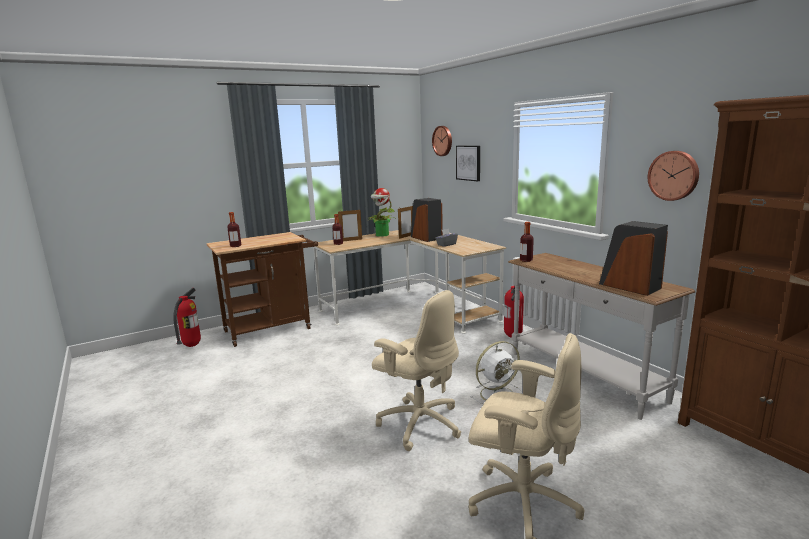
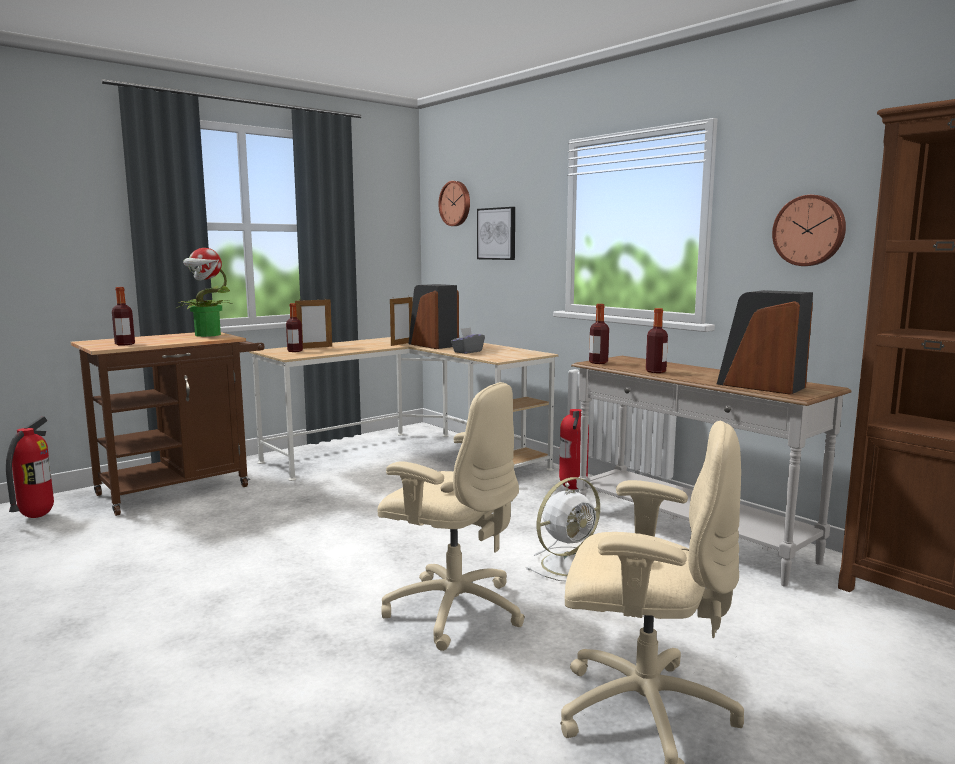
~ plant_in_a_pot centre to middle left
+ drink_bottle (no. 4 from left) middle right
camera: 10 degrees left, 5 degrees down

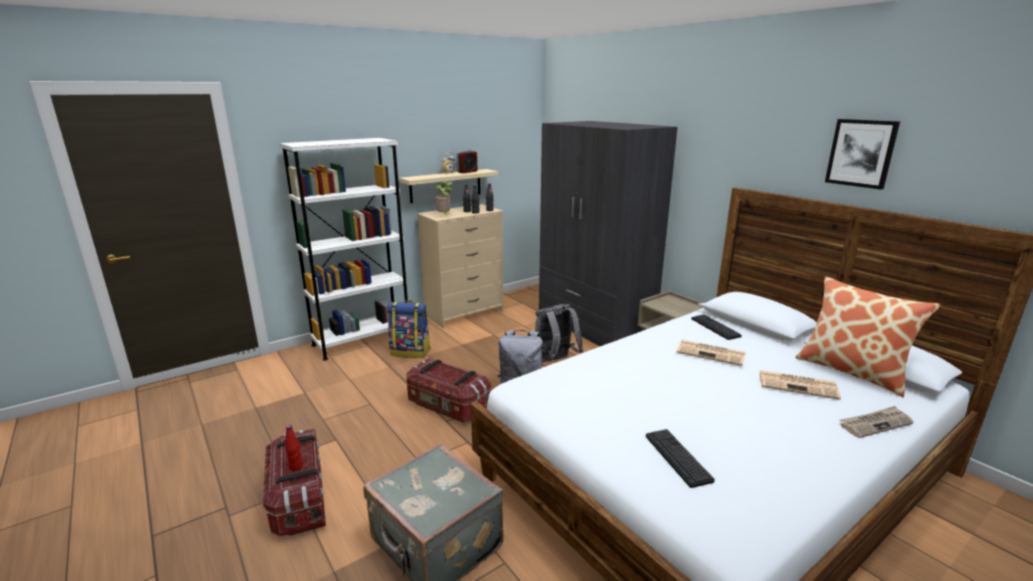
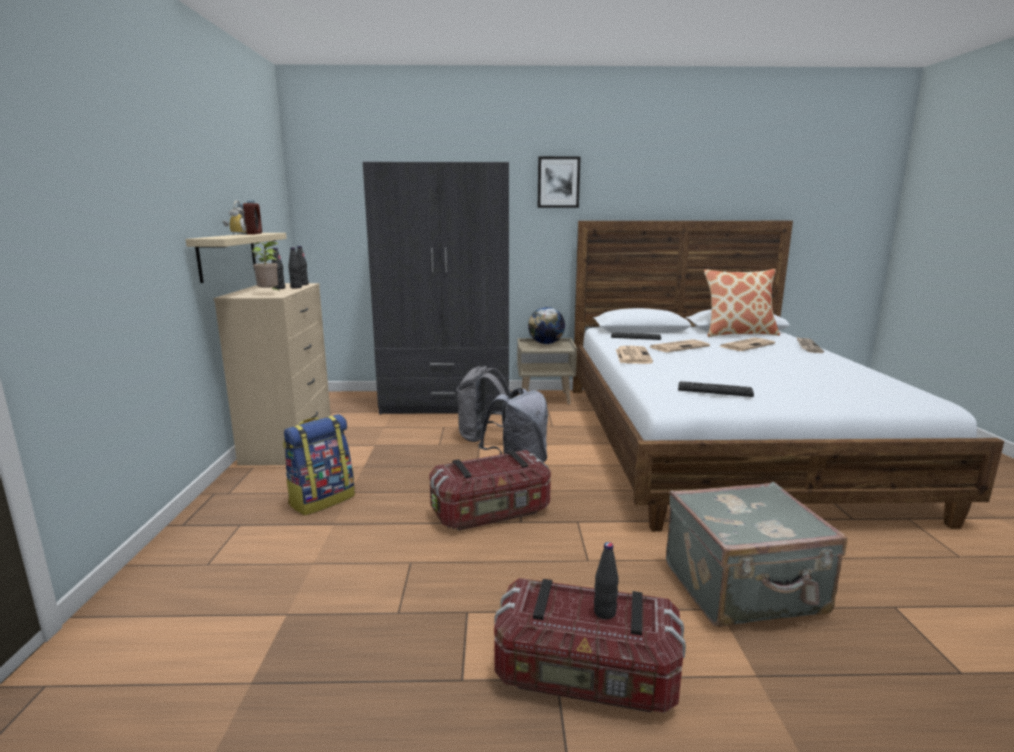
+ world_globe centre
~ wall_art top right to top centre
~ reddish_drink_bottle bottom left to blackish_drink_bottle (no. 4 from left) bottom centre
+ newspaper (no. 1 from left) centre
~ keyboard (no. 1 from left in the first image) bottom centre to keyboard (no. 2 from left) middle right
- white-coloured_bookshelf middle left
camera: 55 degrees left, 5 degrees down

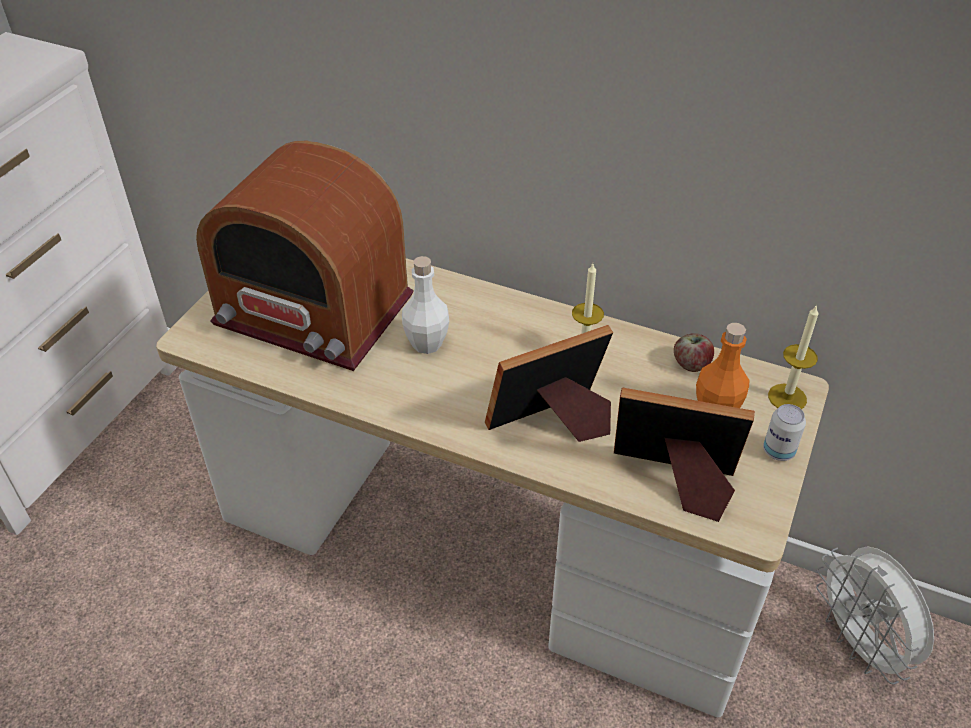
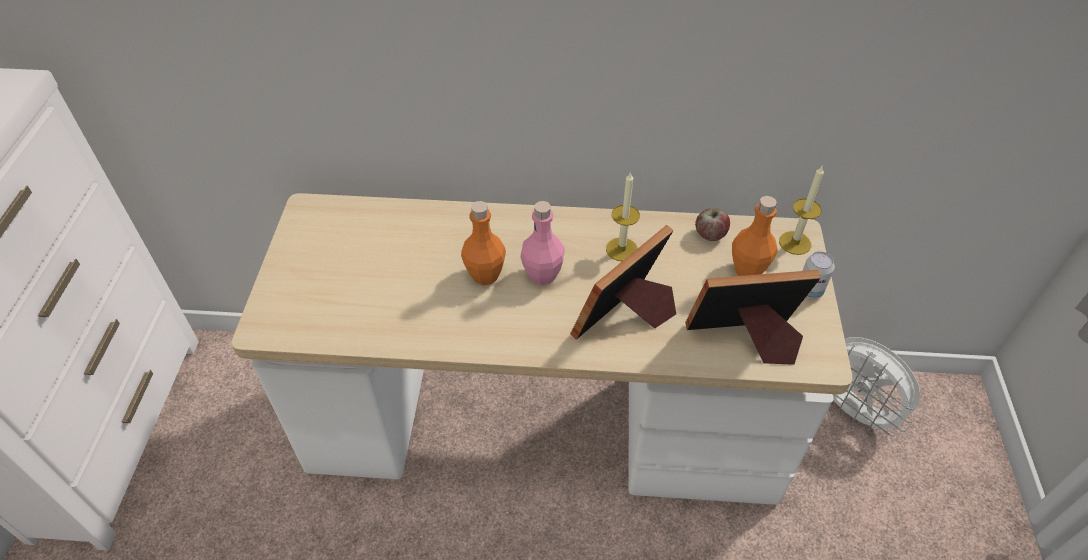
~ white-coloured_drink_bottle centre to orange_drink_bottle (no. 1 from left) centre
+ pink-coloured_drink_bottle centre
- radio_receiver middle left
camera: 20 degrees left, 5 degrees up

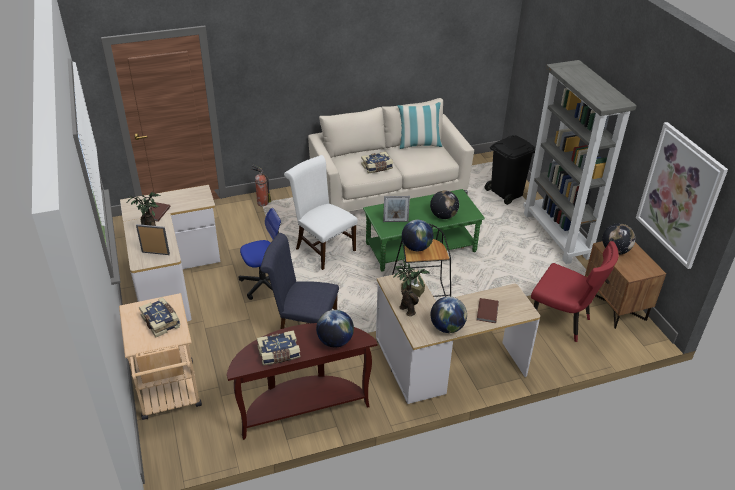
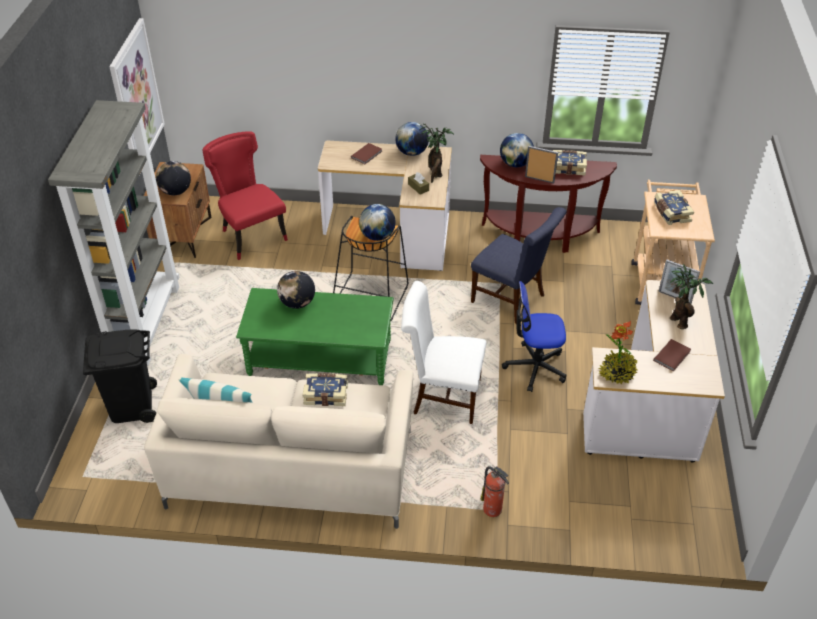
~ white-coloured_plain_chair centre = centre 120 degrees clockwise
~ picture_frame (no. 2 from left in the first image) centre to picture_frame (no. 1 from left) top centre
+ plant_in_a_pot (no. 2 from left) middle right
camera: 155 degrees left, 5 degrees up

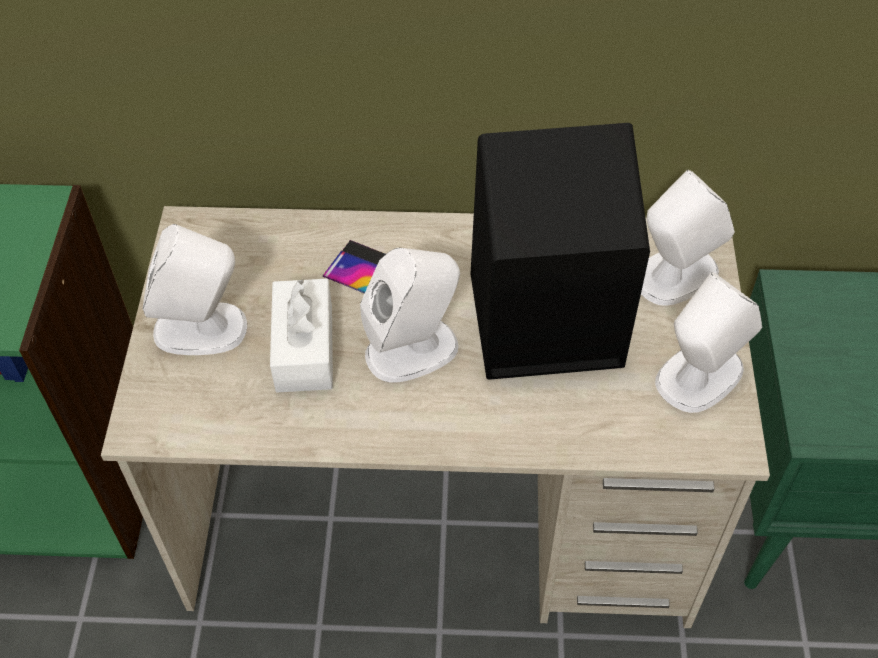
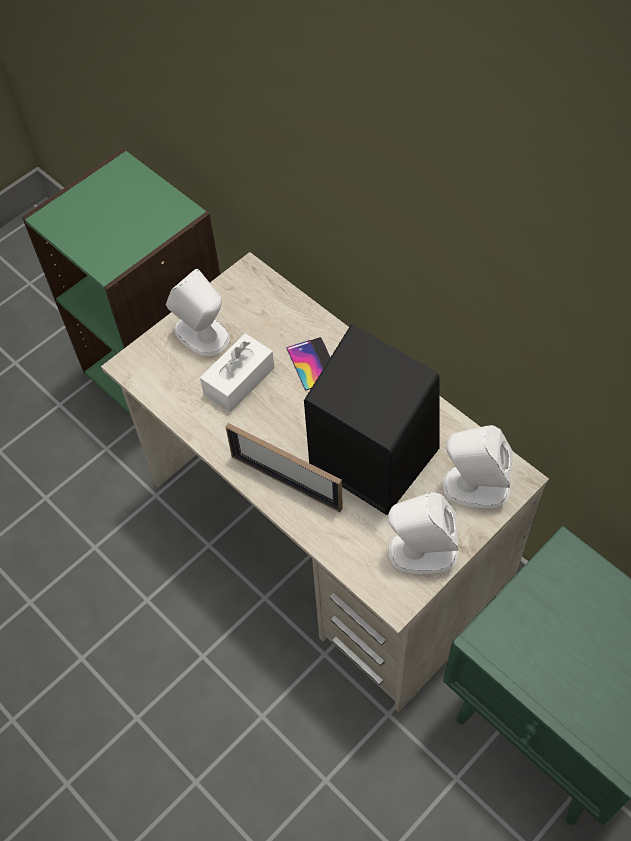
+ picture_frame centre
- white-coloured_speaker (no. 2 from left) centre
camera: 45 degrees right, 5 degrees up

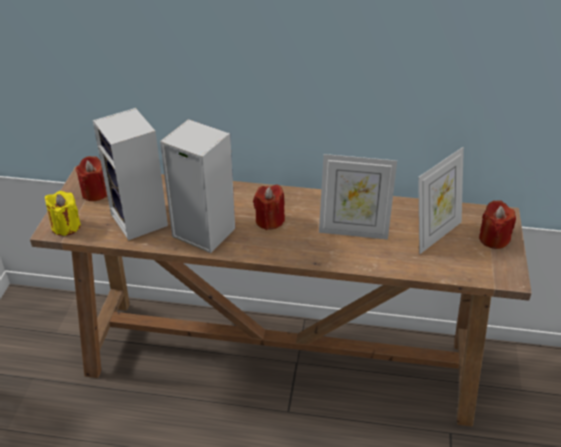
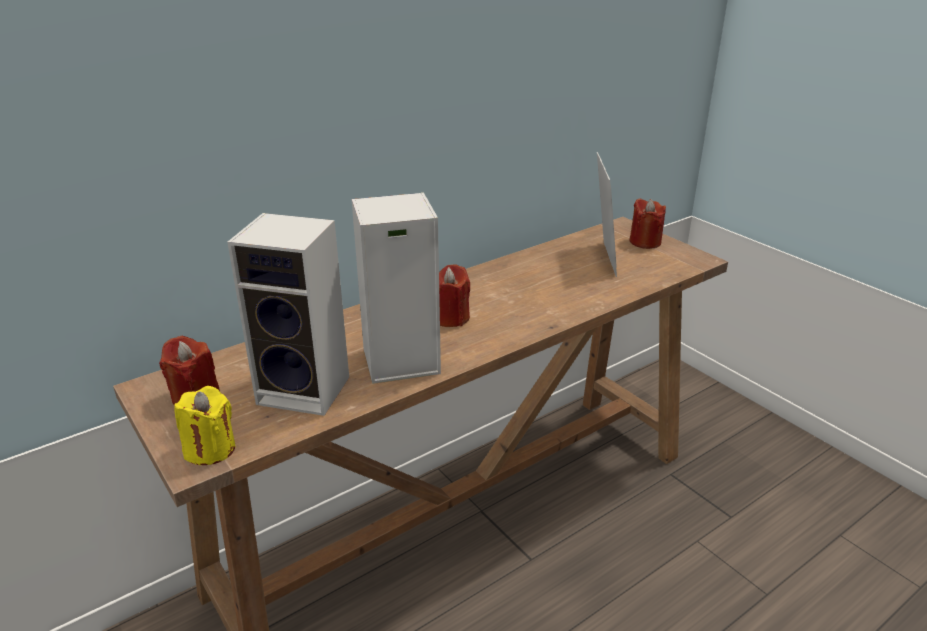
- picture_frame (no. 1 from left) centre
camera: 45 degrees left, 10 degrees down

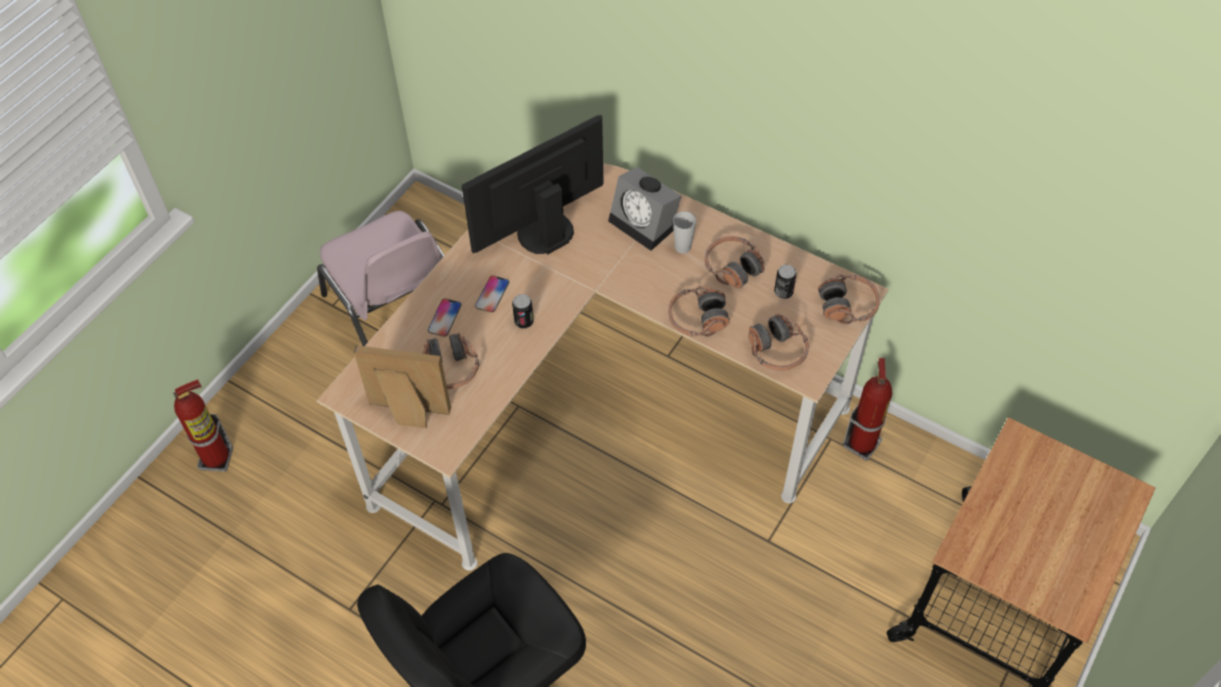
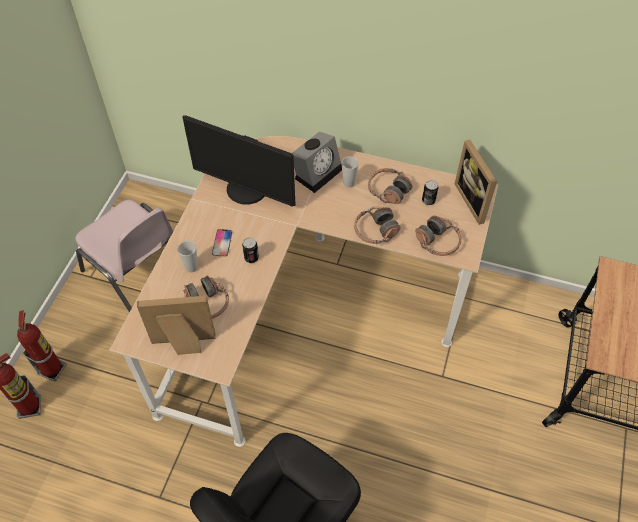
~ fire_extinguisher (no. 2 from left) middle right to middle left
~ handset (no. 1 from left) centre to cup (no. 1 from left) middle left
~ computer_screen top centre = top centre 105 degrees counterclockwise
~ bedside_clock top centre = top centre 75 degrees counterclockwise
~ headphones (no. 5 from left) middle right to picture_frame (no. 2 from left) middle right
camera: 15 degrees left, 0 degrees up

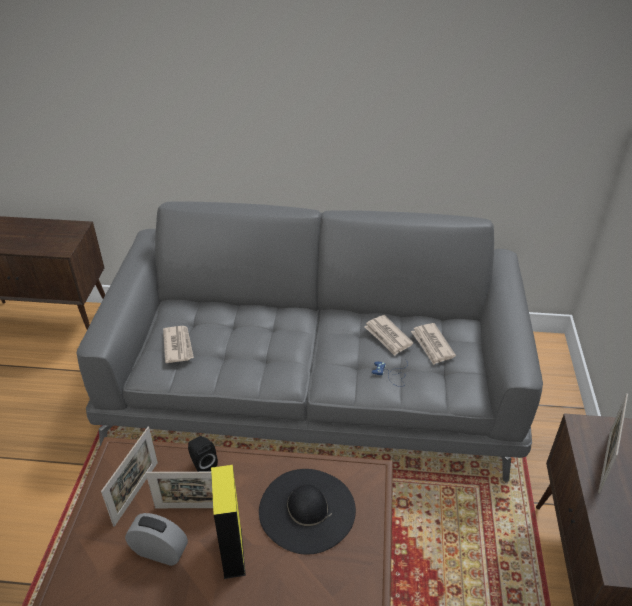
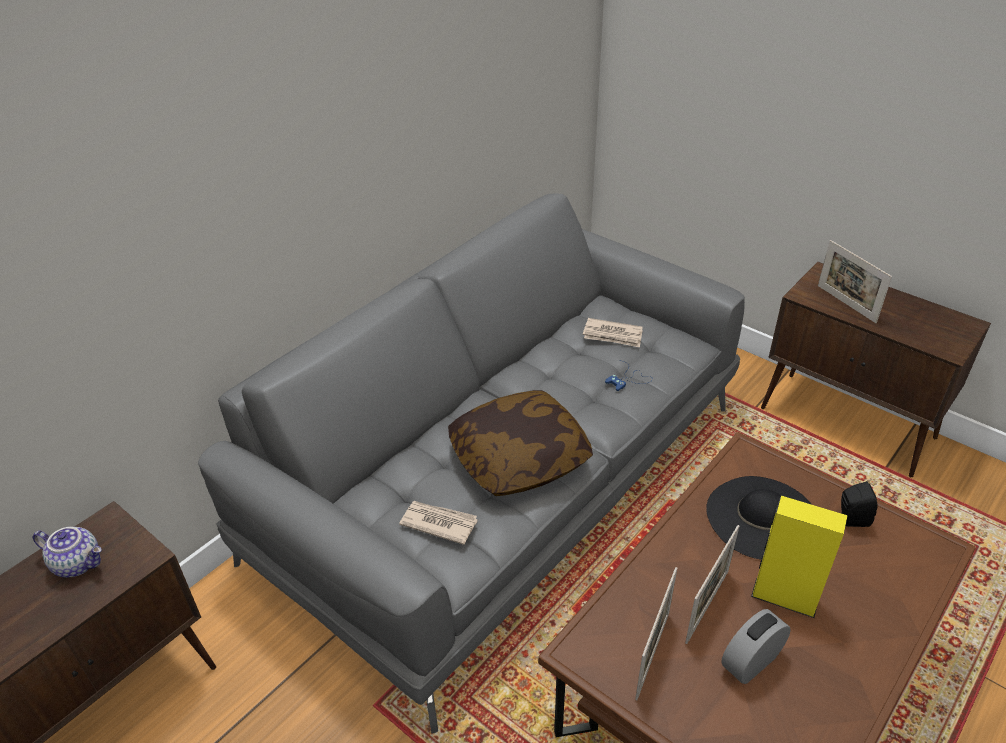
+ tea_pot bottom left
+ pillow centre
~ picture_frame (no. 1 from left) bottom left = bottom centre 60 degrees clockwise
~ blackish_speaker bottom left to bottom right
- newspaper (no. 2 from left) centre
camera: 55 degrees left, 0 degrees up

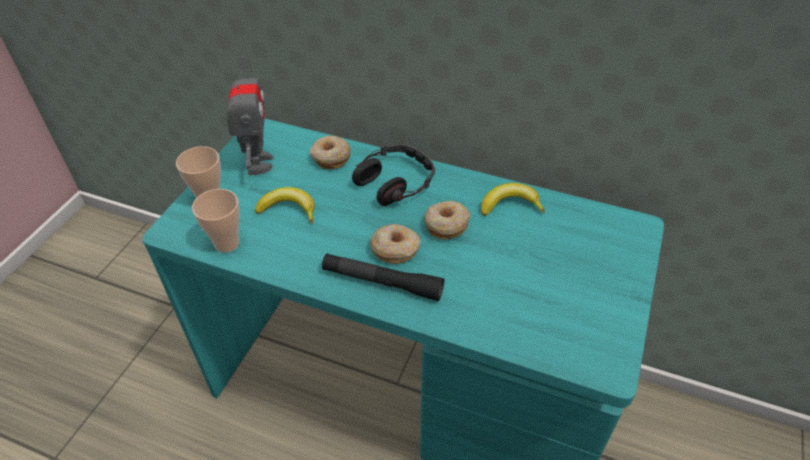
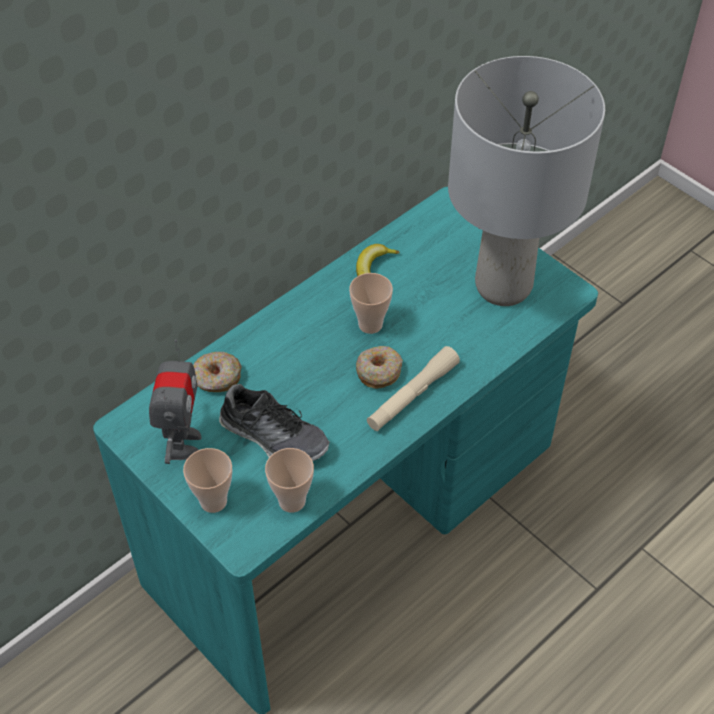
~ model_robot top left = middle left 75 degrees clockwise
~ banana_fruit (no. 1 from left) centre to shoe centre
~ doughnut (no. 3 from left) centre to cup (no. 3 from left) centre
~ blackish_flashlight centre to beige-coloured_flashlight centre
+ grey_tabletop_lamp top right
- headphones centre
camera: 65 degrees left, 5 degrees up

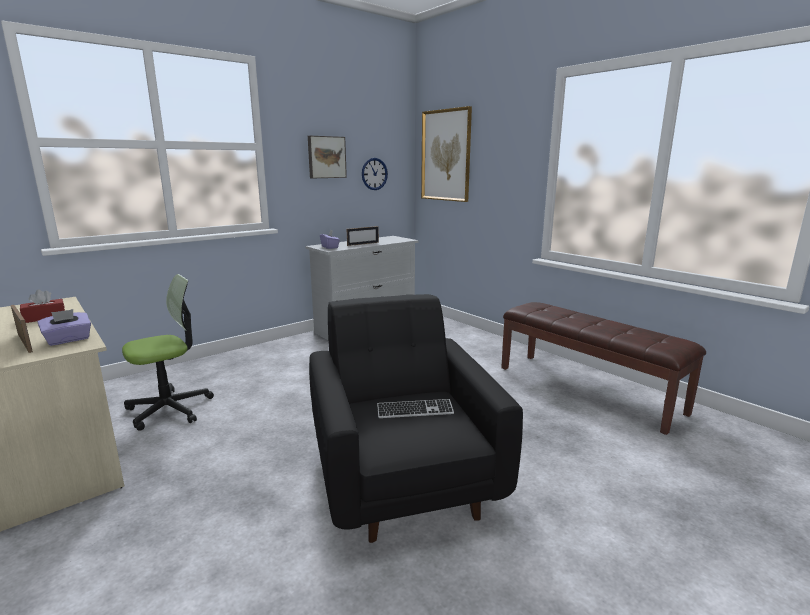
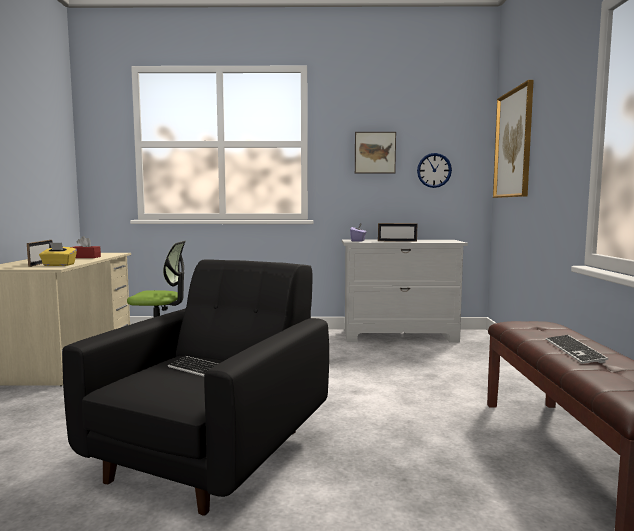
~ purple-coloured_box_of_tissues (no. 1 from left) middle left to yellowish_box_of_tissues middle left
+ keyboard (no. 2 from left) middle right
camera: 40 degrees right, 10 degrees down

